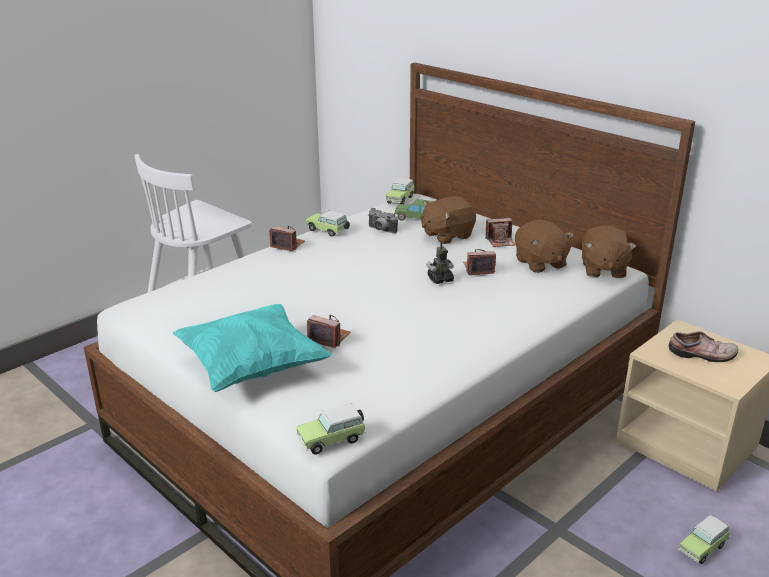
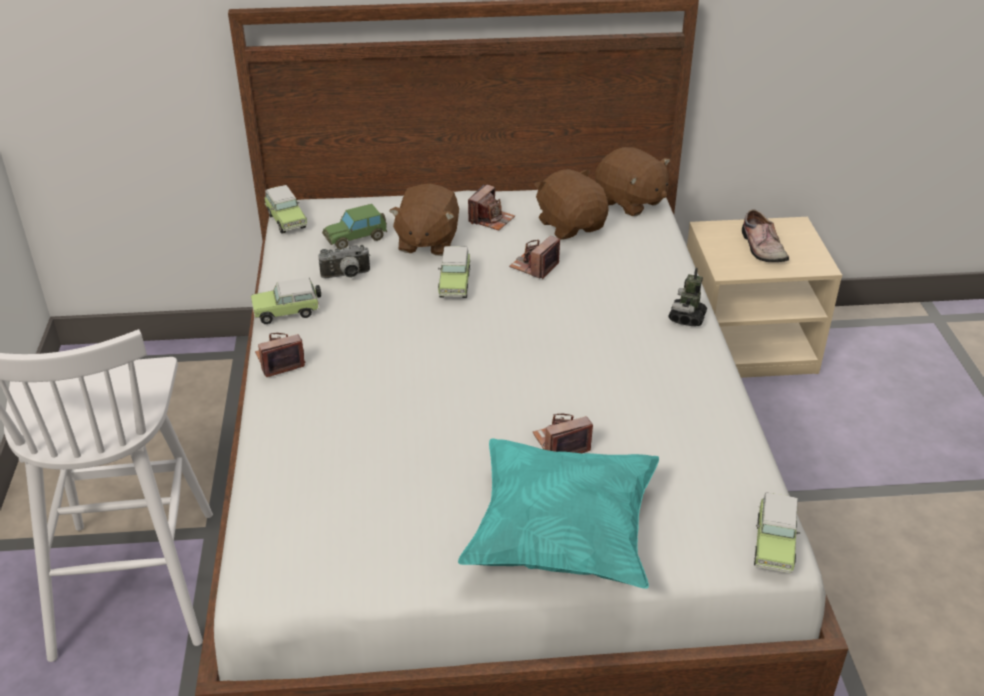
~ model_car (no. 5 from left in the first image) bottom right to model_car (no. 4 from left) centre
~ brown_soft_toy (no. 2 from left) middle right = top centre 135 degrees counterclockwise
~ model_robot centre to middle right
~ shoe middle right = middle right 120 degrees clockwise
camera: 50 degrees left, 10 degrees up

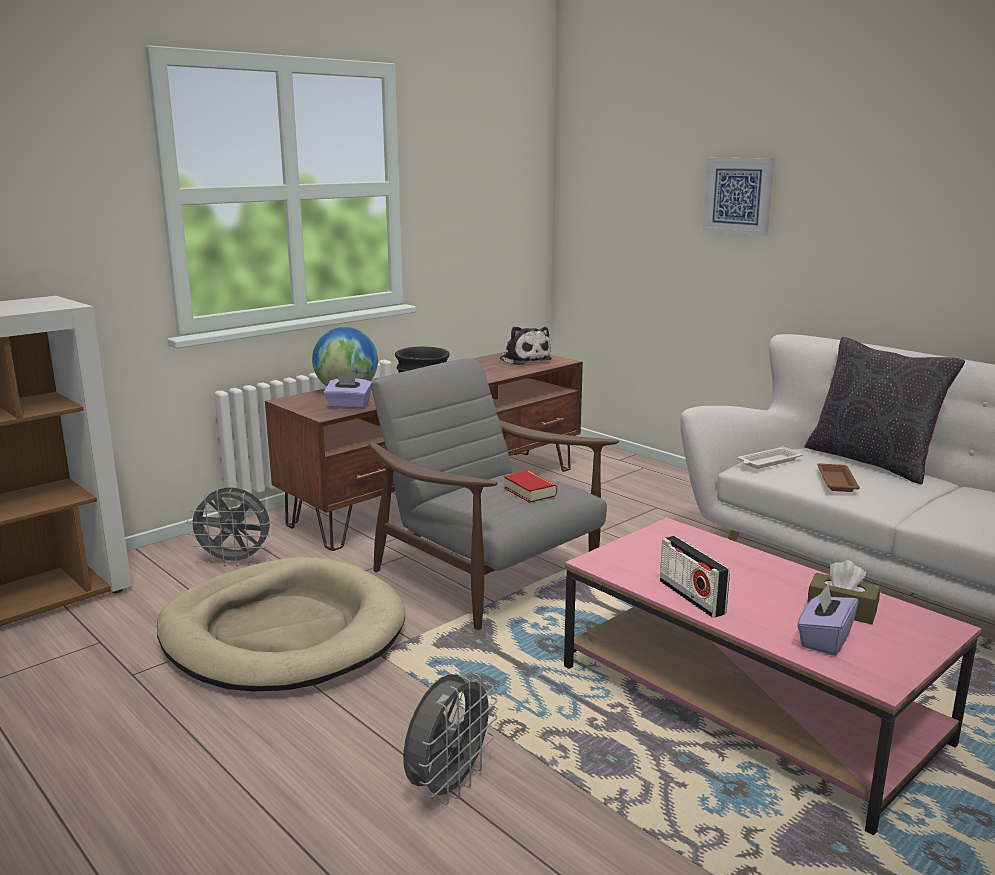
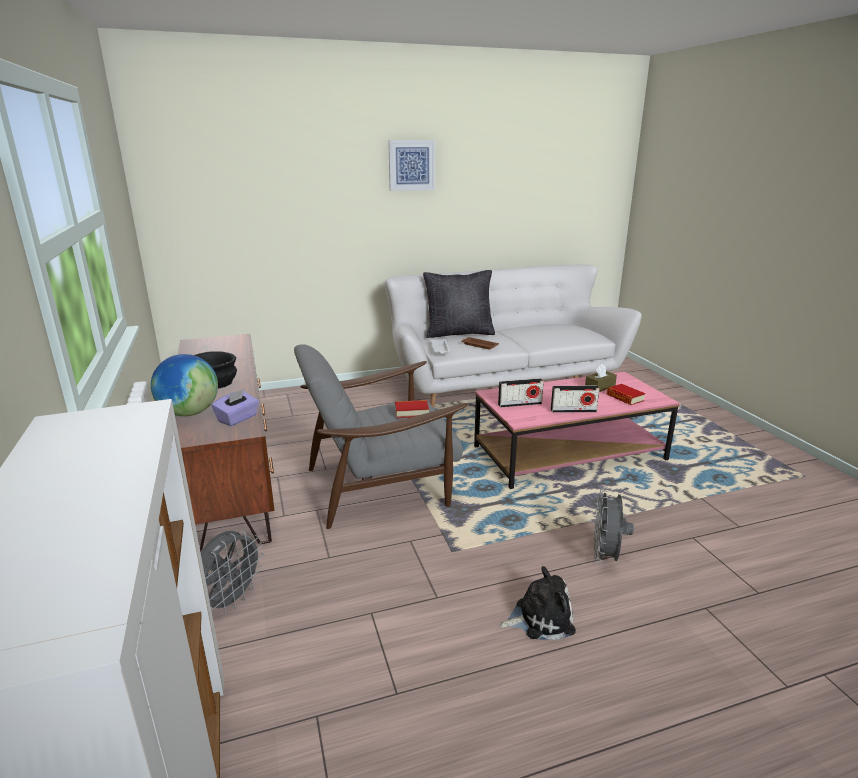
~ wall_art top right to top centre
+ radio_receiver (no. 1 from left) centre
~ soft_toy centre to bottom centre
~ grey_fan (no. 2 from left) bottom centre = bottom right 135 degrees counterclockwise
~ purple-coloured_box_of_tissues (no. 2 from left) bottom right to volume (no. 2 from left) middle right
- beige-coloured_dog_cushion bottom left
camera: 65 degrees left, 5 degrees up

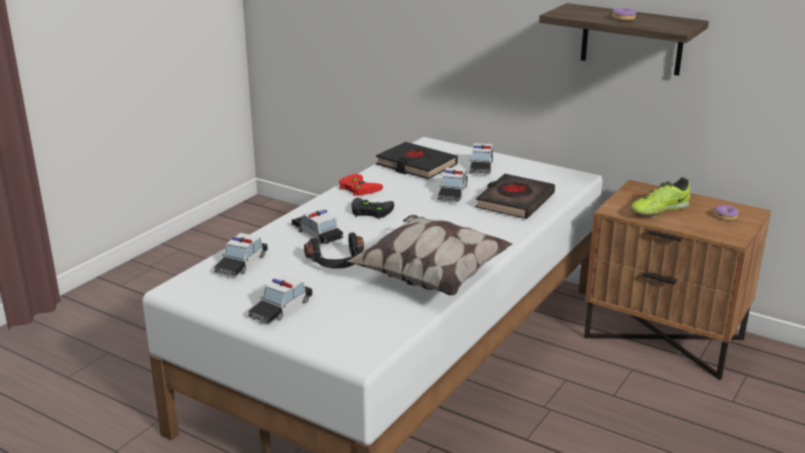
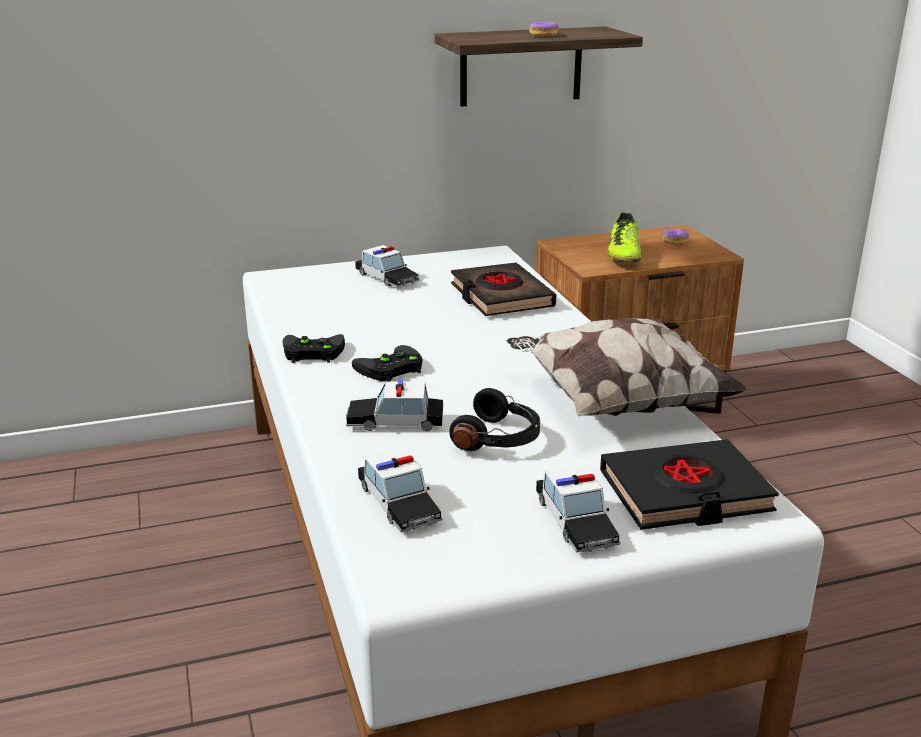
~ reddish_game_controller centre to blackish_game_controller (no. 1 from left) centre
~ blackish_volume (no. 1 from left in the first image) centre to blackish_volume (no. 2 from left) middle right
- model_car (no. 4 from left) centre
camera: 50 degrees left, 0 degrees up

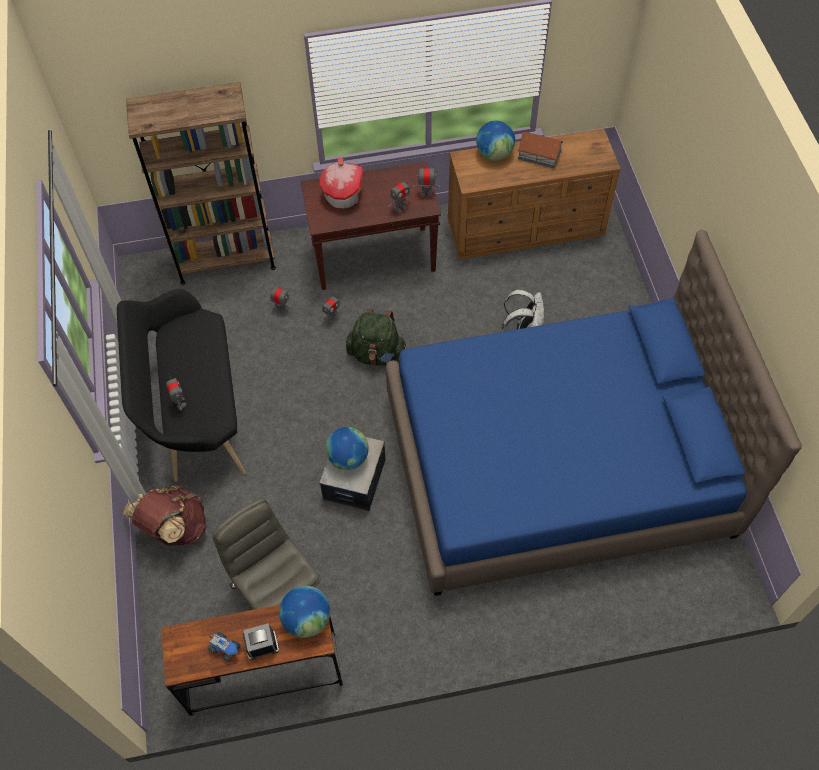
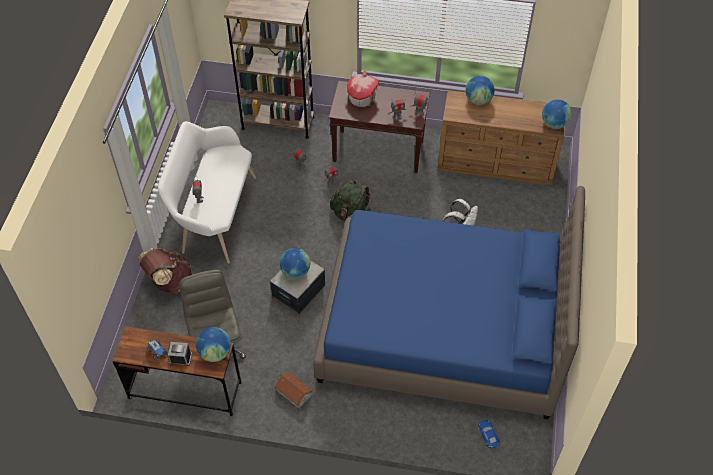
~ blackish_indoor_bench middle left to white-coloured_indoor_bench middle left
~ model_house (no. 2 from left in the first image) top centre to model_house (no. 1 from left) bottom centre
+ blue-coloured_model_car bottom right
+ world_globe (no. 4 from left) top right
camera: 20 degrees right, 5 degrees down

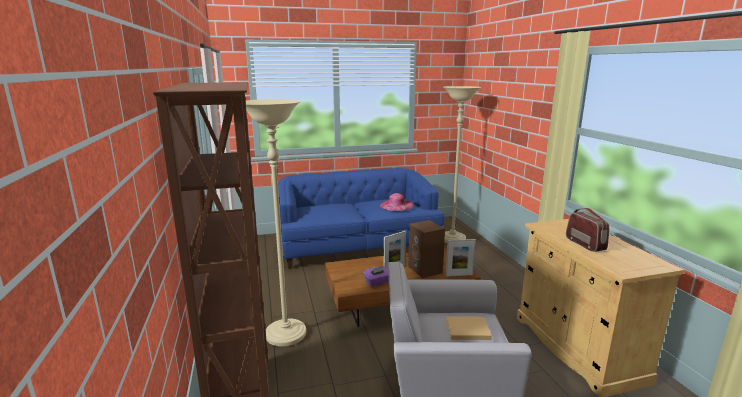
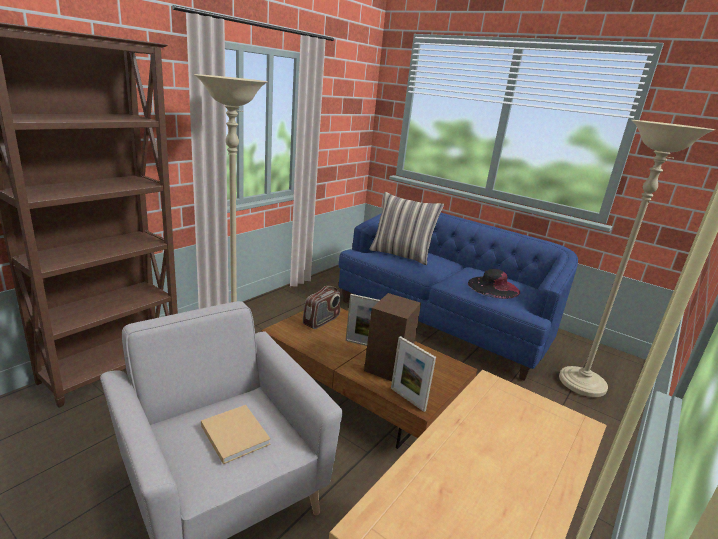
~ radio_receiver middle right to centre
+ pillow centre
~ pink-coloured_wearable_hat centre to blackish_wearable_hat middle right
- purple-coloured_box_of_tissues bottom centre
camera: 50 degrees right, 5 degrees up

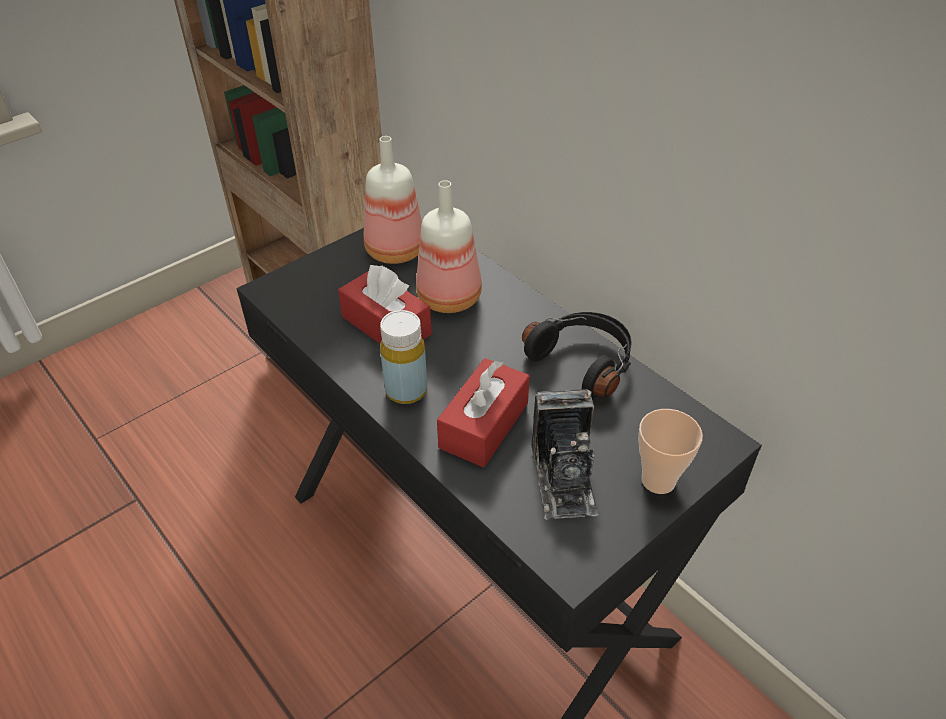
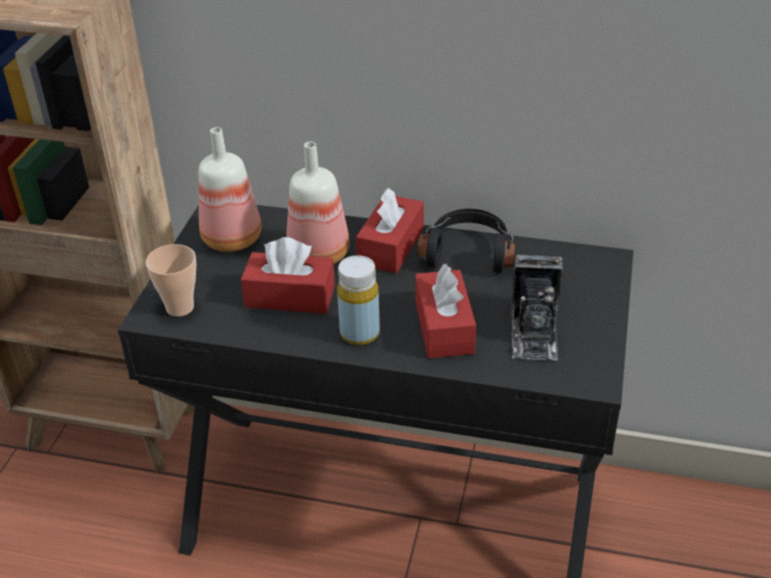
~ cup middle right to middle left
+ reddish_box_of_tissues (no. 2 from left) centre
~ still_camera centre = middle right 45 degrees clockwise
camera: 35 degrees left, 5 degrees down

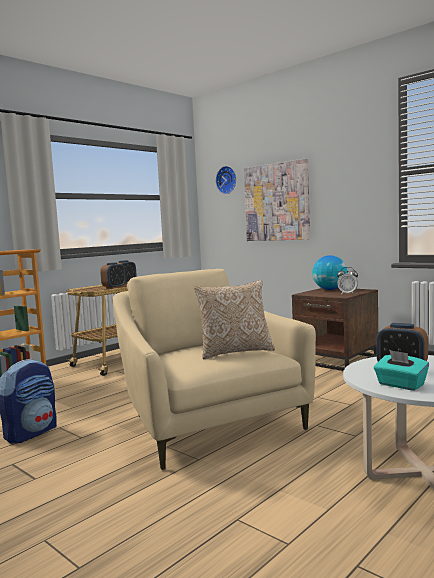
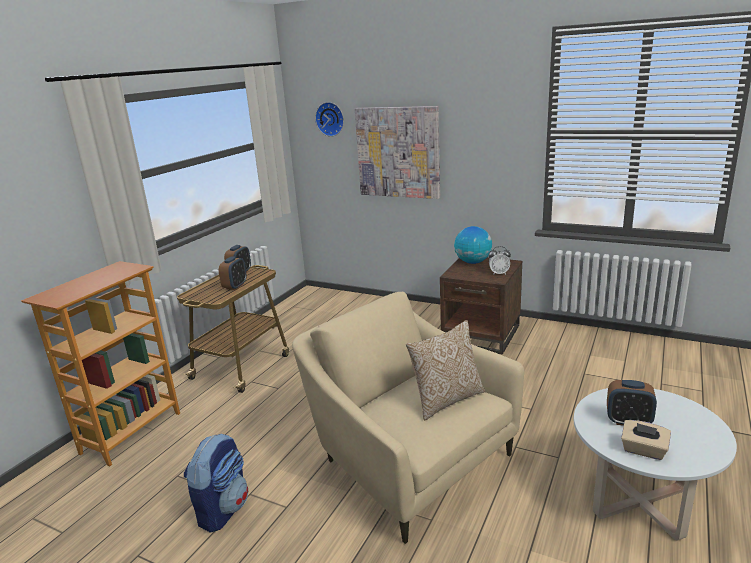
~ turquoise-coloured_box_of_tissues middle right to beige-coloured_box_of_tissues bottom right
camera: 15 degrees left, 15 degrees up

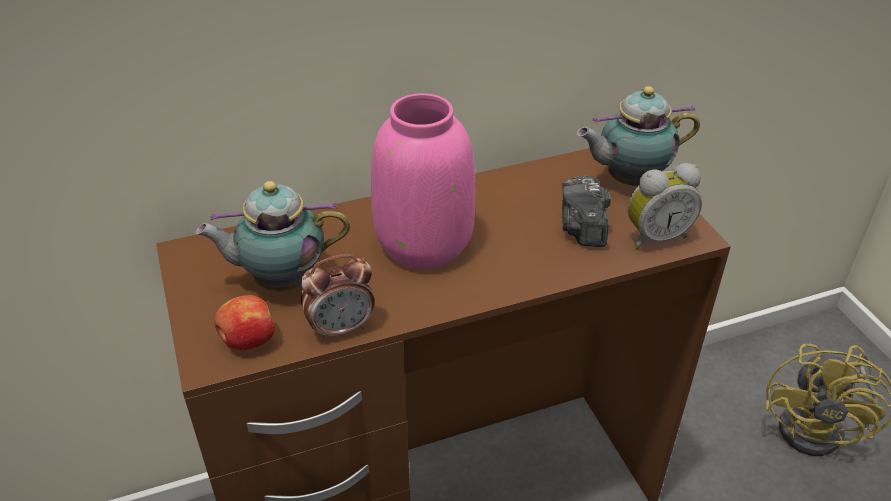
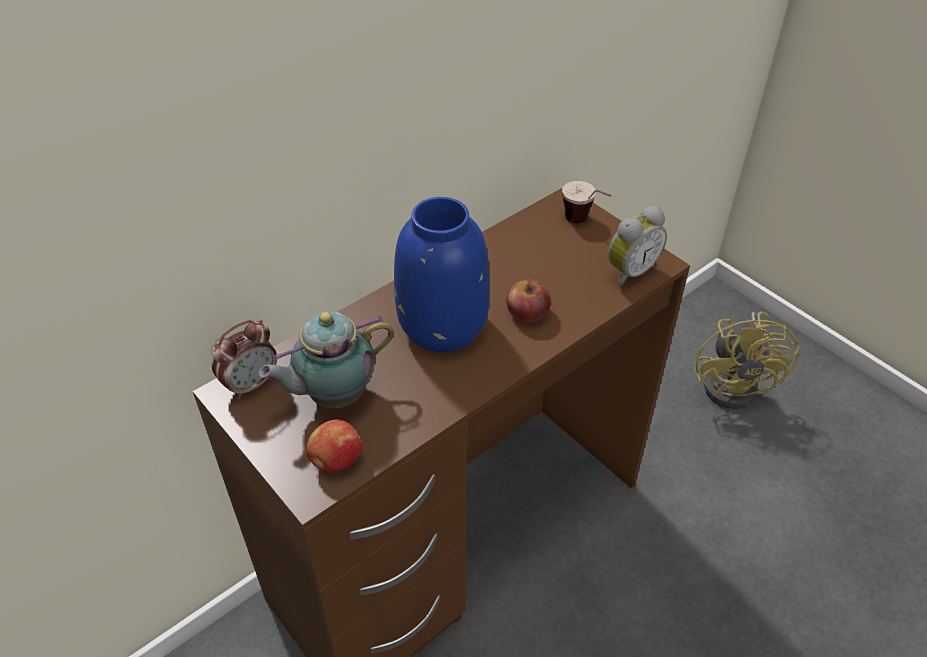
~ bedside_clock (no. 1 from left) centre to middle left
~ pink-coloured_vase centre to blue-coloured_vase centre
+ whole_apple (no. 2 from left) centre
~ tea_pot (no. 2 from left) top right to cup top centre
- still_camera centre
camera: 20 degrees left, 5 degrees up

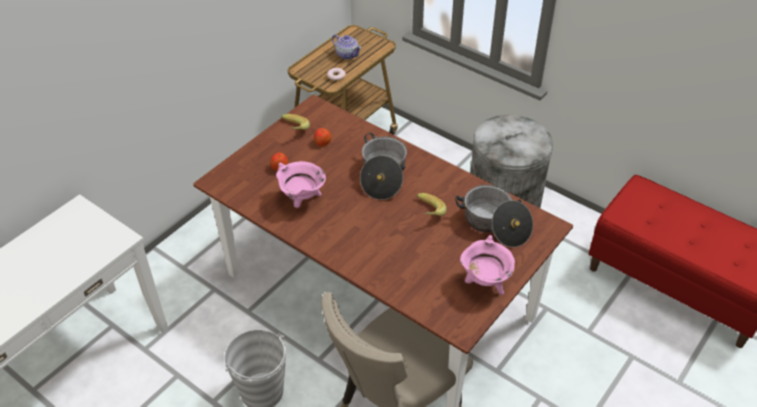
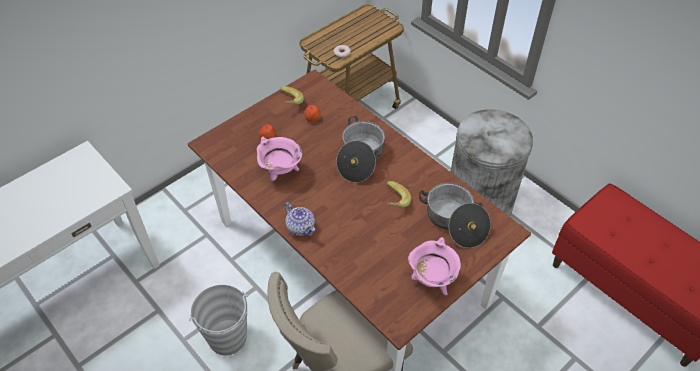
~ tea_pot top centre to centre
camera: 10 degrees right, 5 degrees up

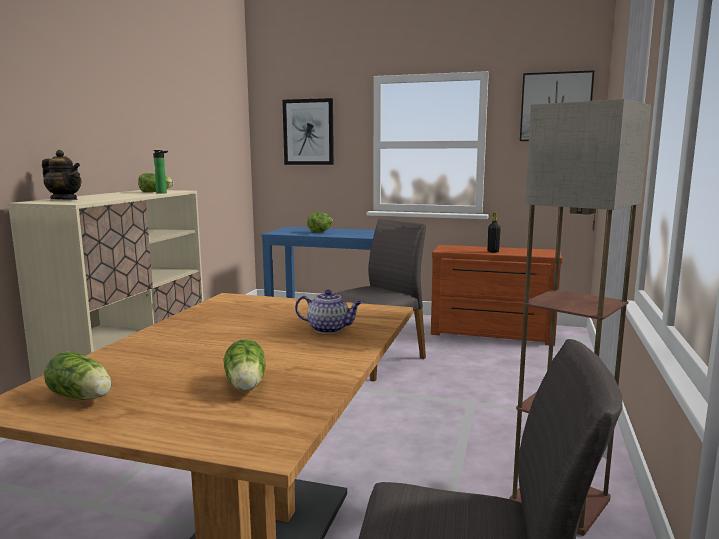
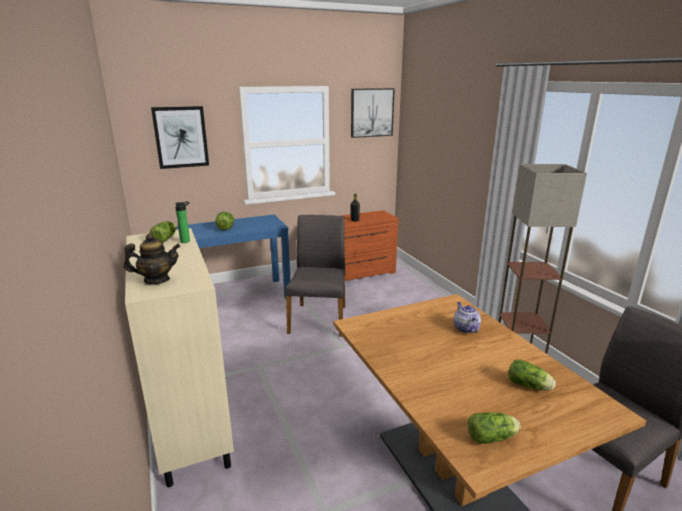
~ tea_pot (no. 2 from left) centre = middle right 75 degrees counterclockwise
camera: 40 degrees left, 10 degrees up

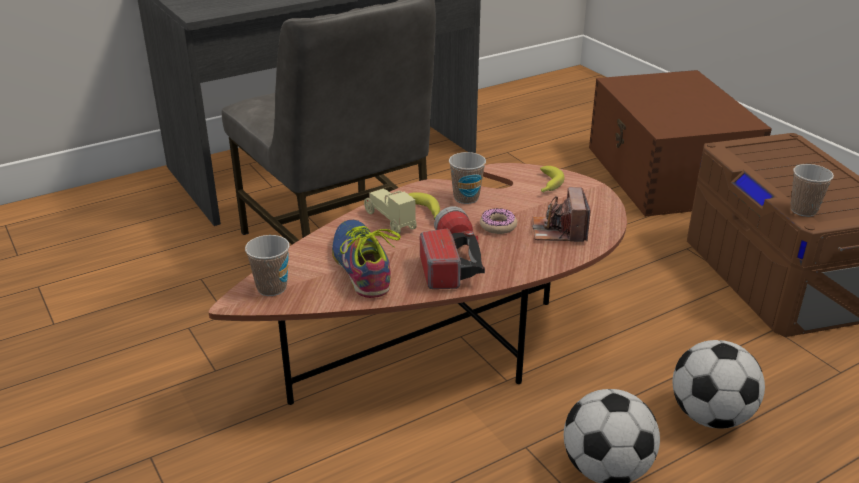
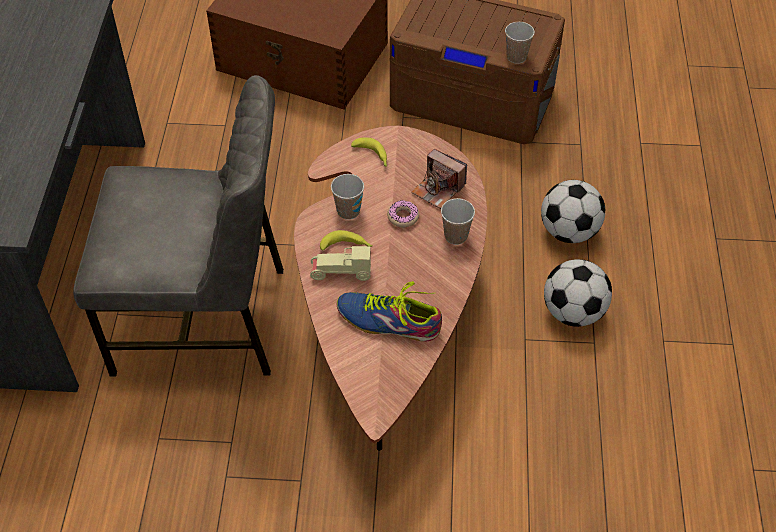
~ cup (no. 1 from left in the first image) middle left to cup (no. 2 from left) centre
- flashlight centre
camera: 55 degrees left, 20 degrees up

